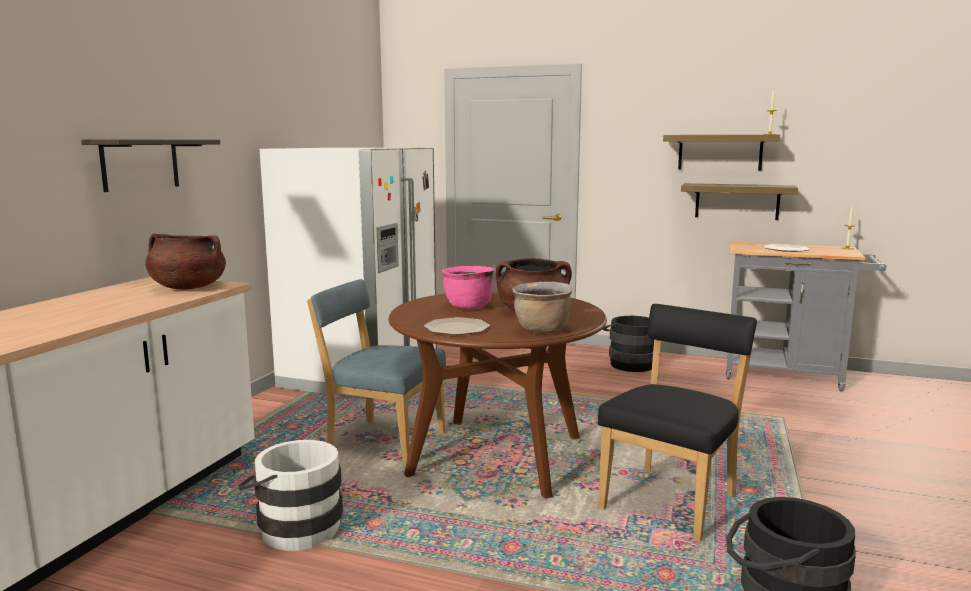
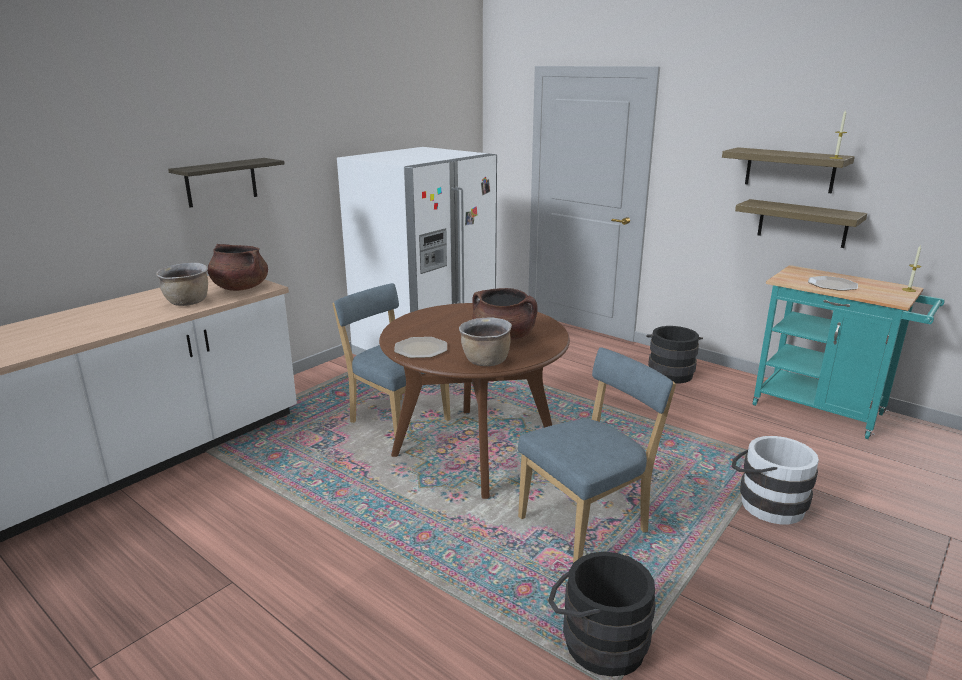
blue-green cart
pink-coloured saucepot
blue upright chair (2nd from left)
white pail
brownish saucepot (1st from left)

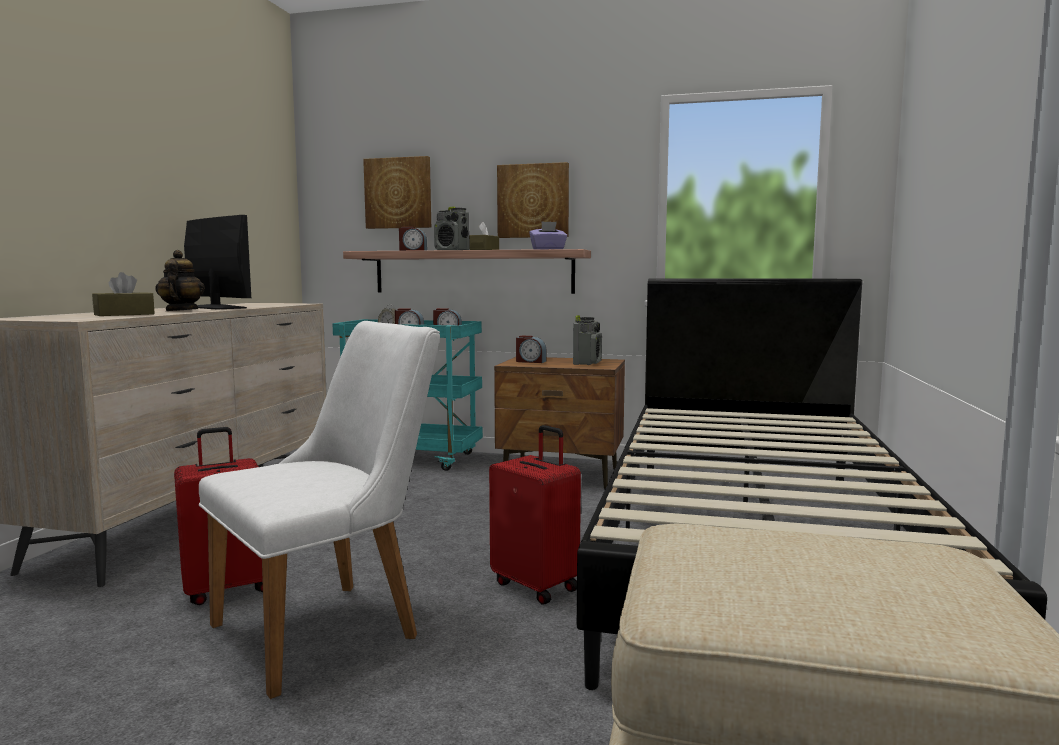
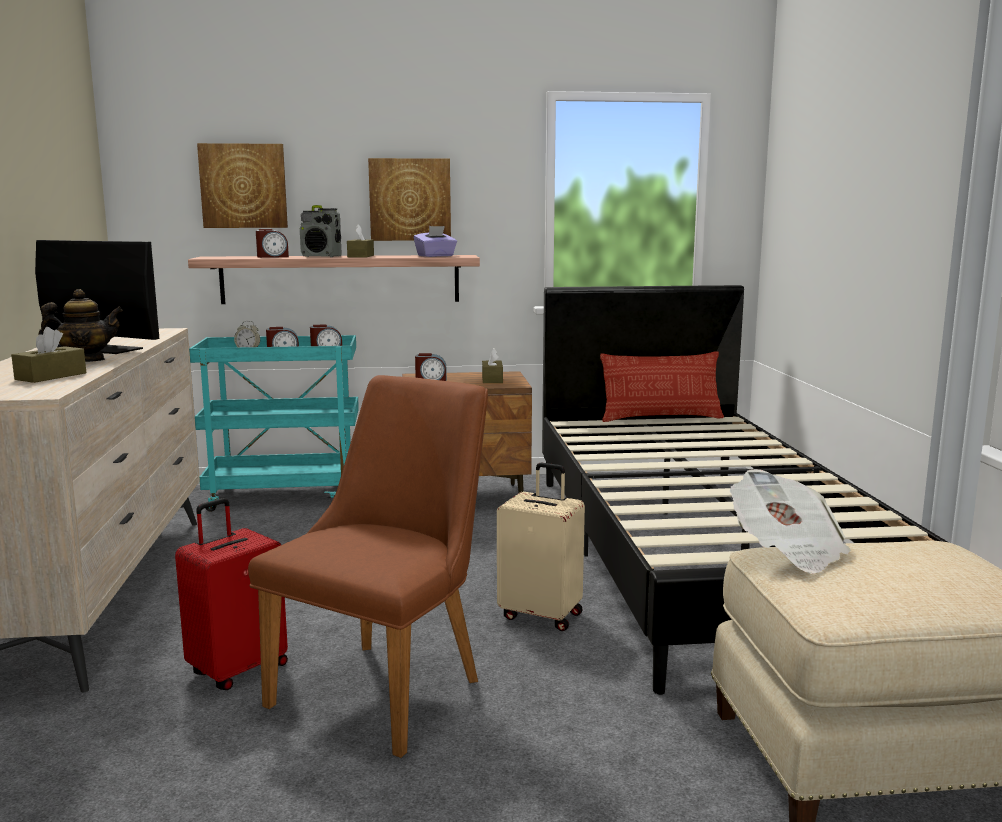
pot for tea
brownish tissue holder (3rd from left)
brownish upright chair
beige suitcase
cushion
newspaper

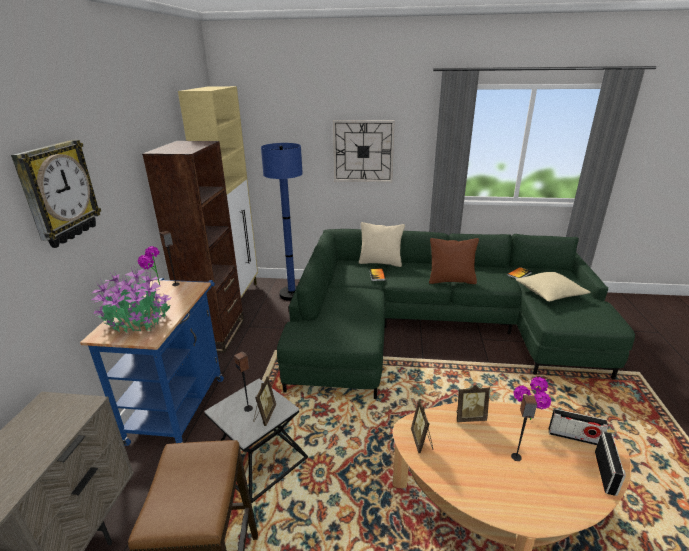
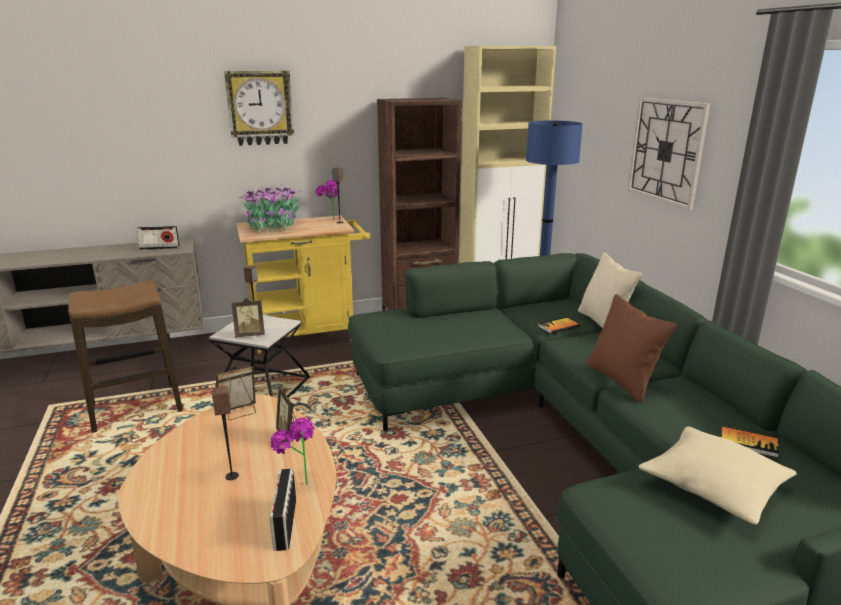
yellowish cart
radio set (1st from left)

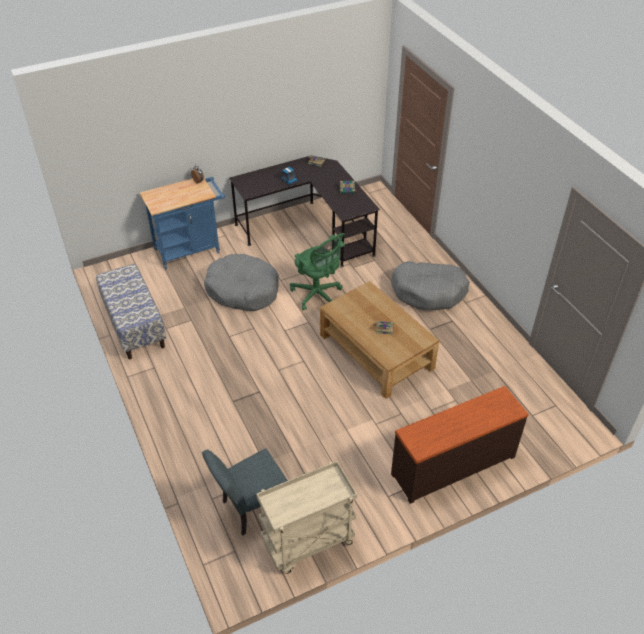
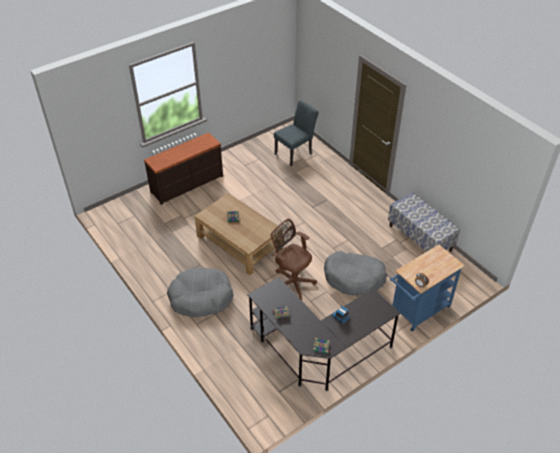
brownish computer chair
beige cart

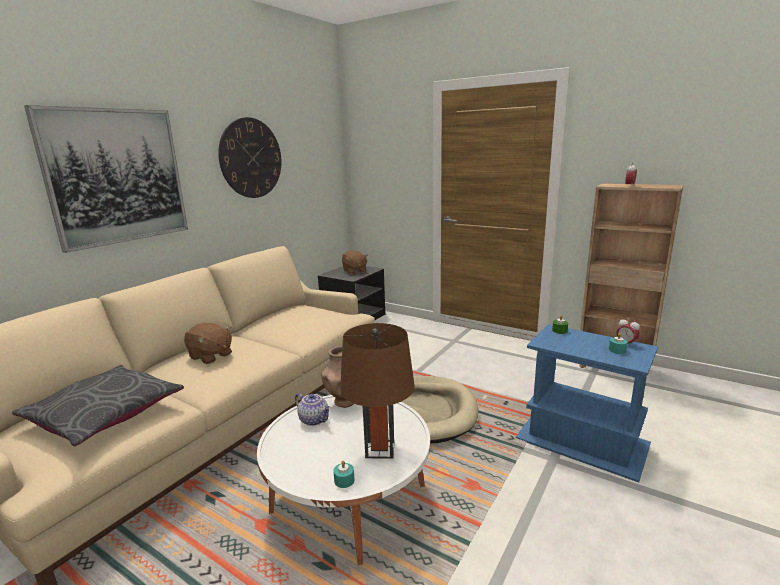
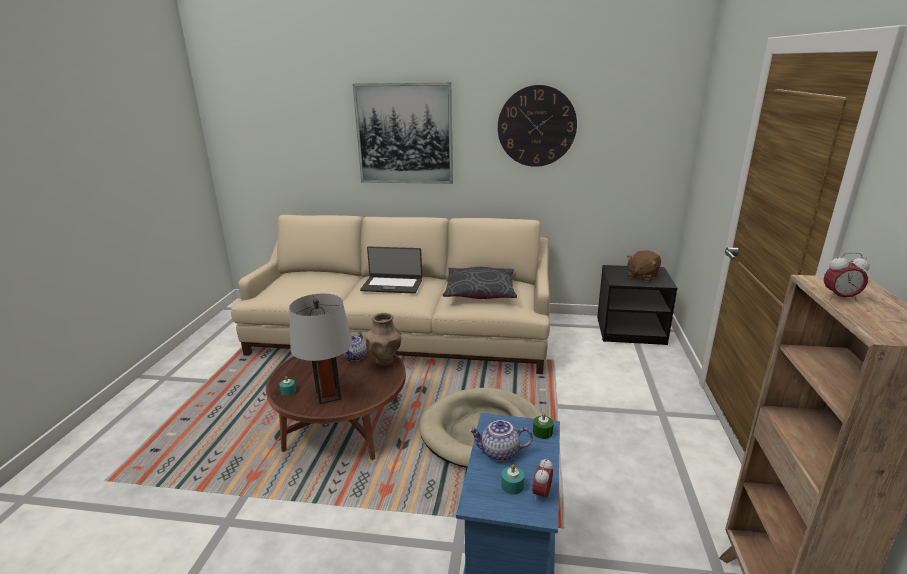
notebook computer
grey lamp for a table
grey cushion
brownish lounge table
pot for tea (2nd from left)

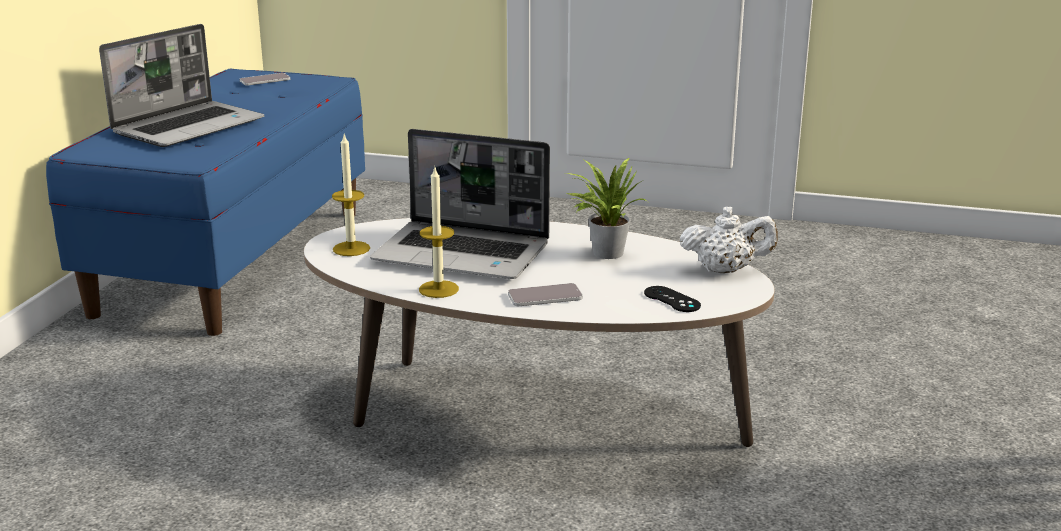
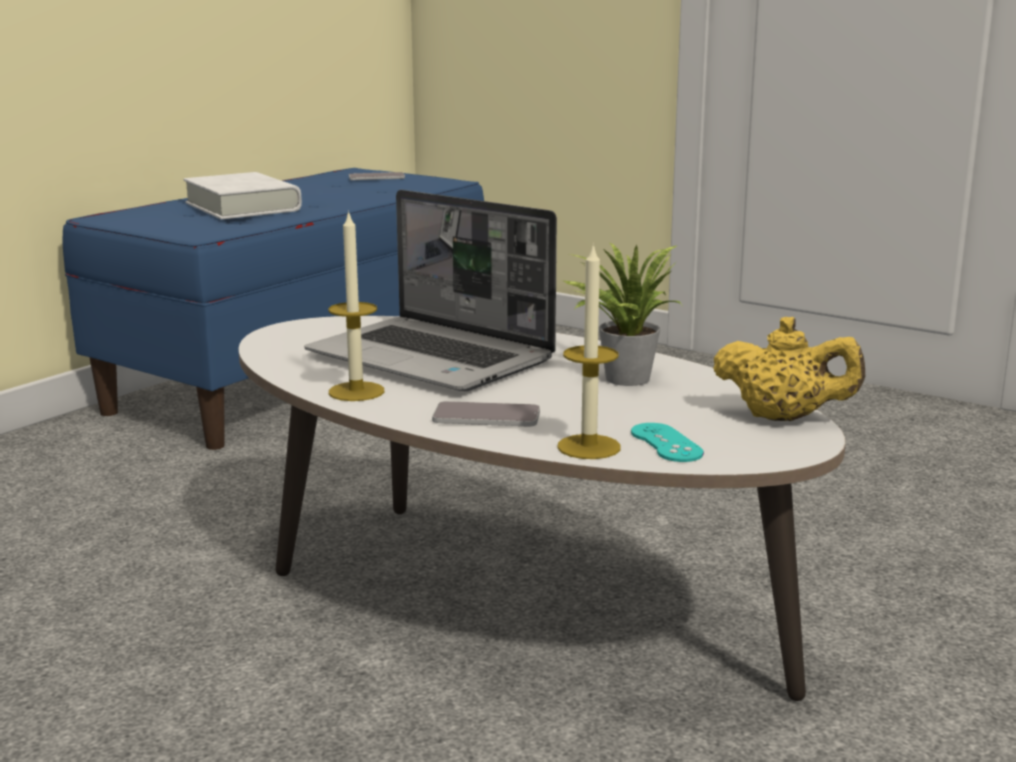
white bound book
candle (2nd from left)
yellowish pot for tea
blue-green game controller

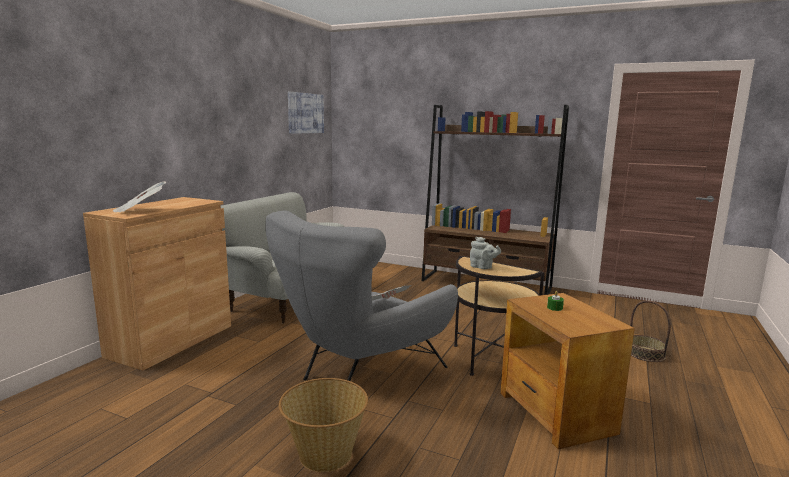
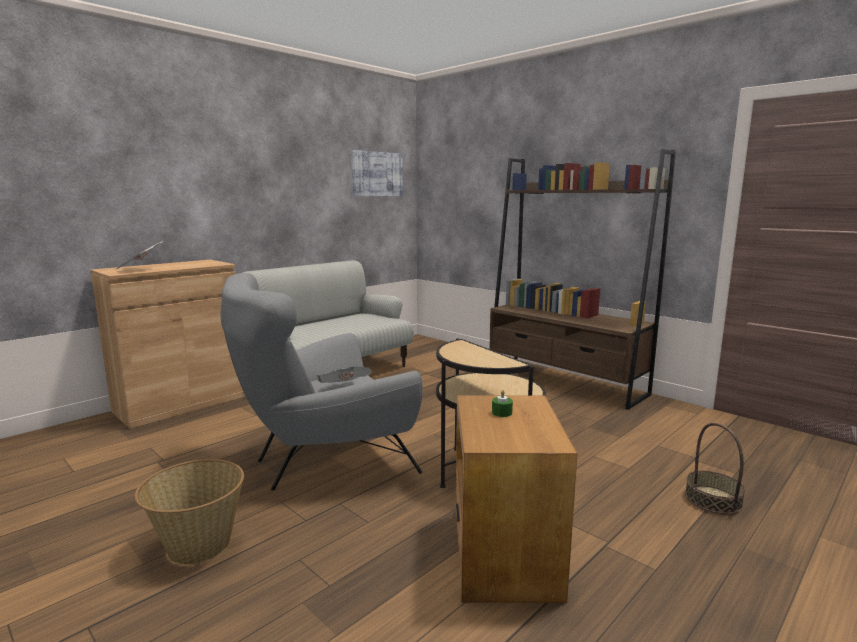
grey pot for tea

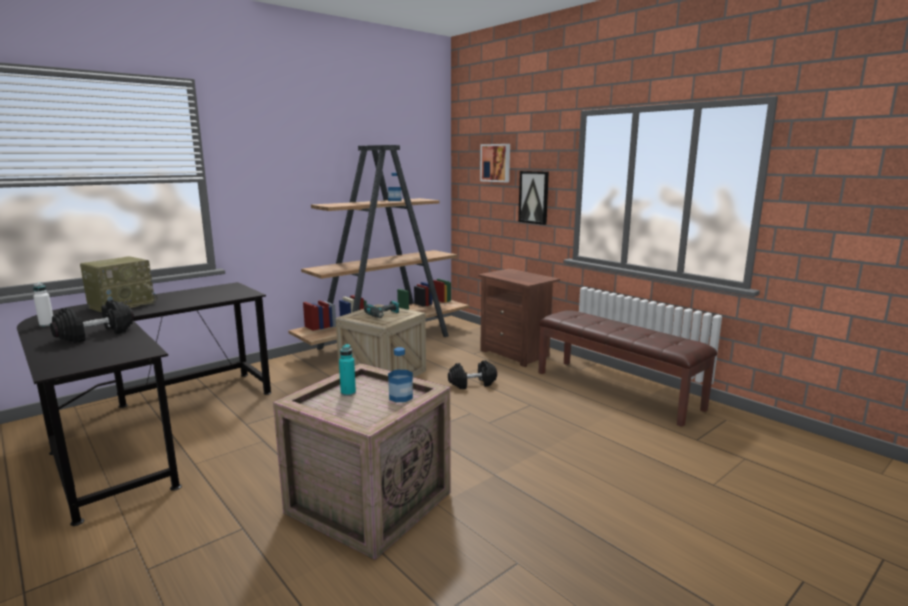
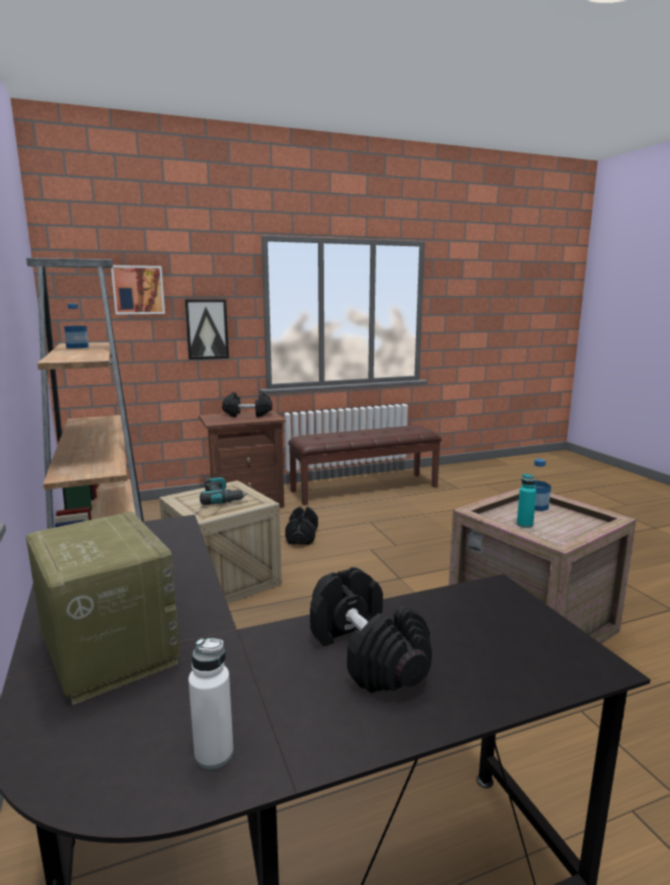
blackish dumbbell (1st from left)

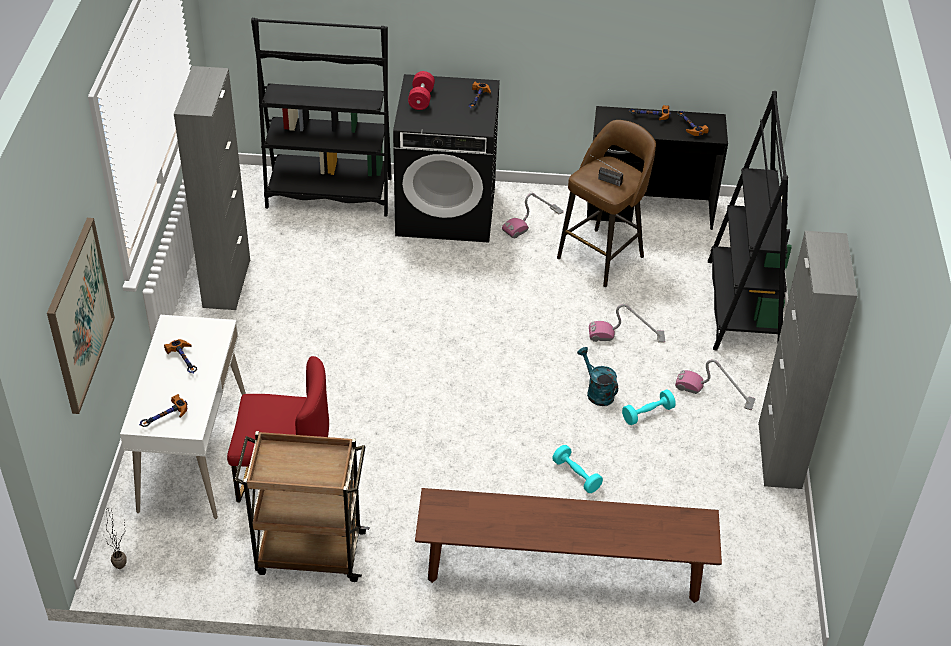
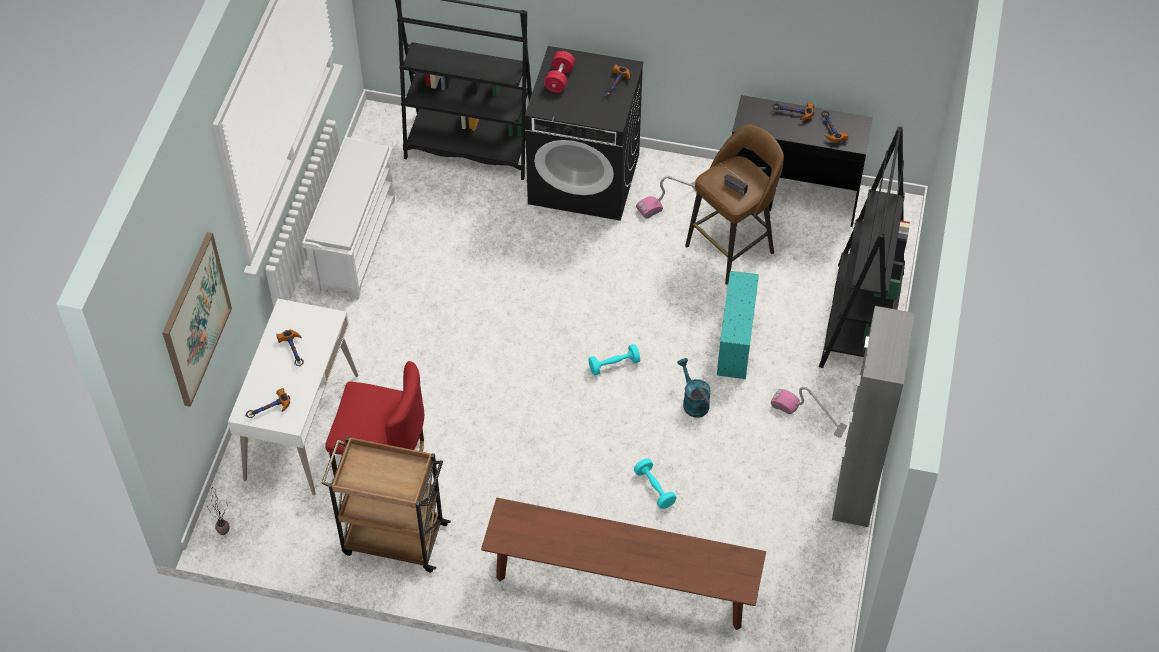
white shoe stand
blue-green storage box
blue-green dumbbell (1st from left)

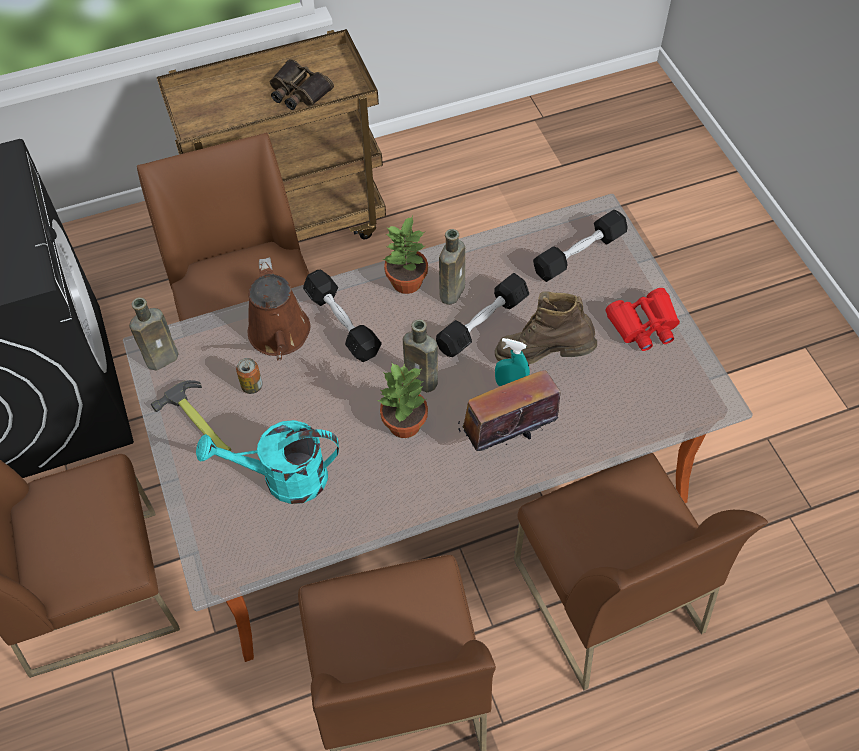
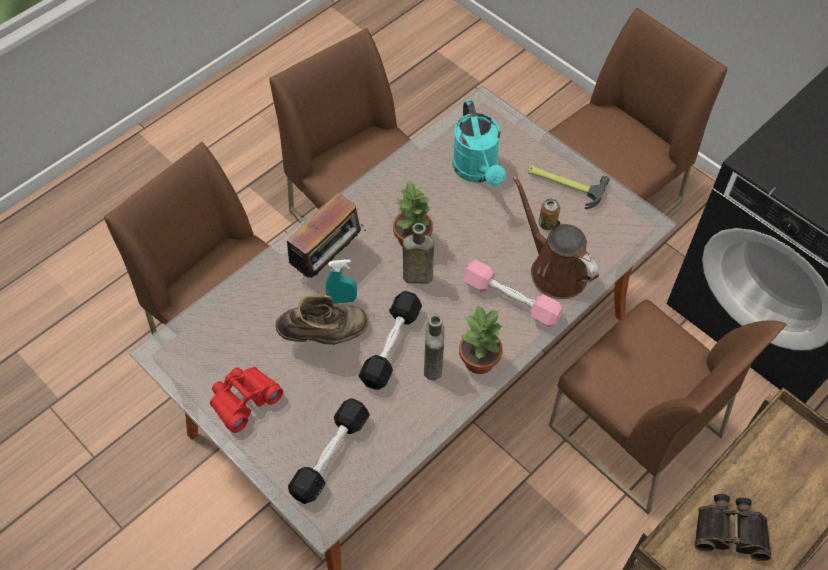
pink-coloured dumbbell
brownish drink bottle (1st from left in the first image)
blue-green watering pot

